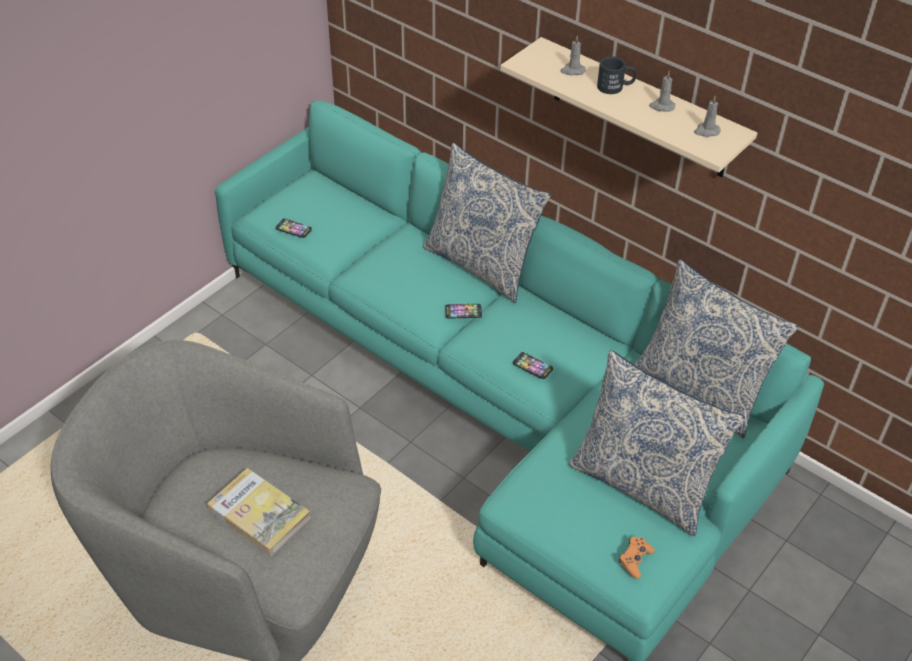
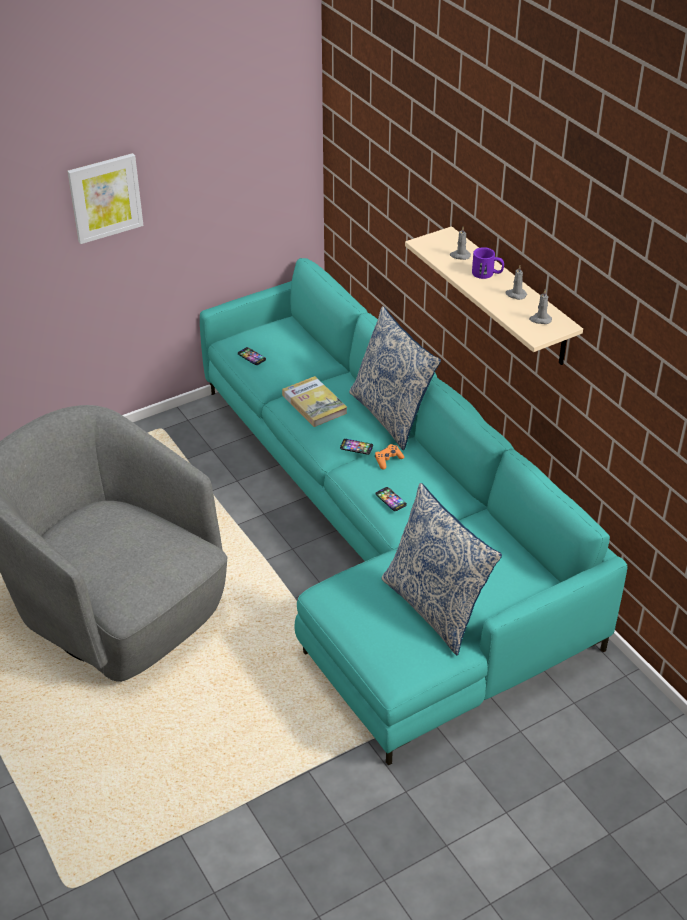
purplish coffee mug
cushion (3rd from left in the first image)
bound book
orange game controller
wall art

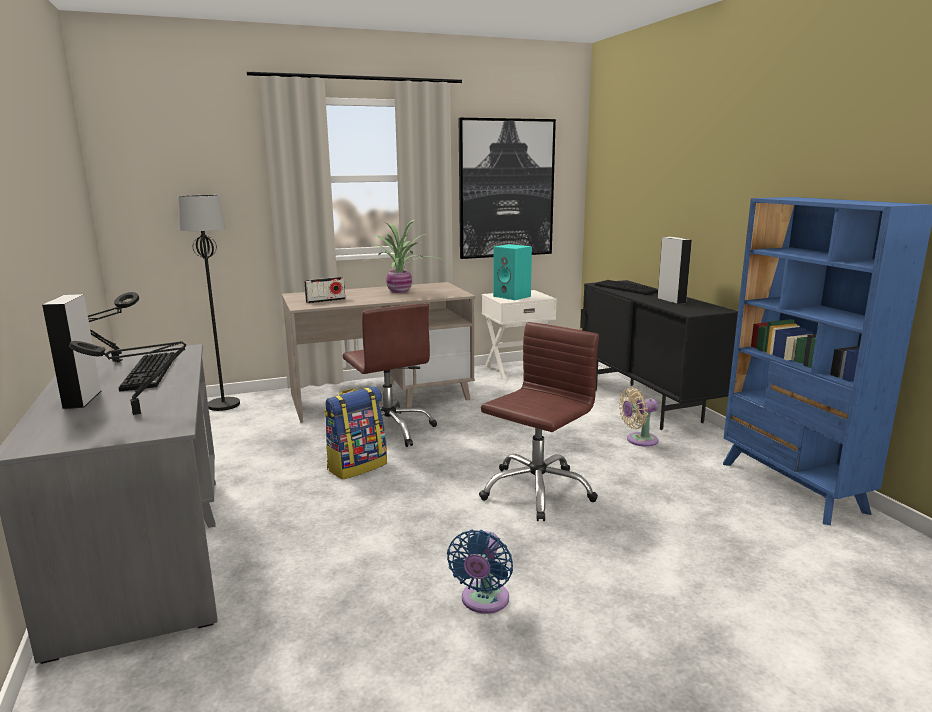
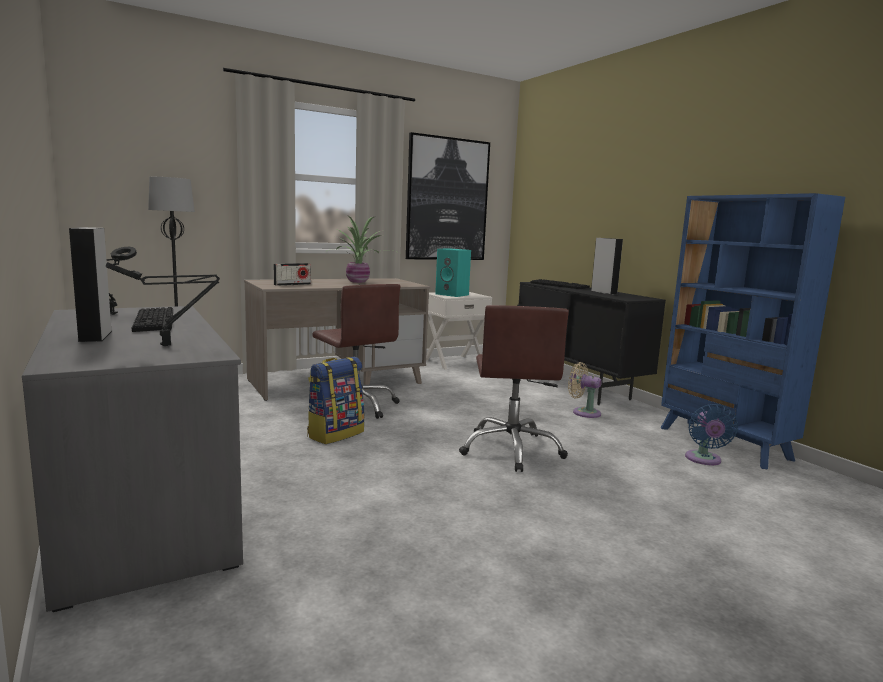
brownish computer chair (2nd from left)
beige fan
blue fan

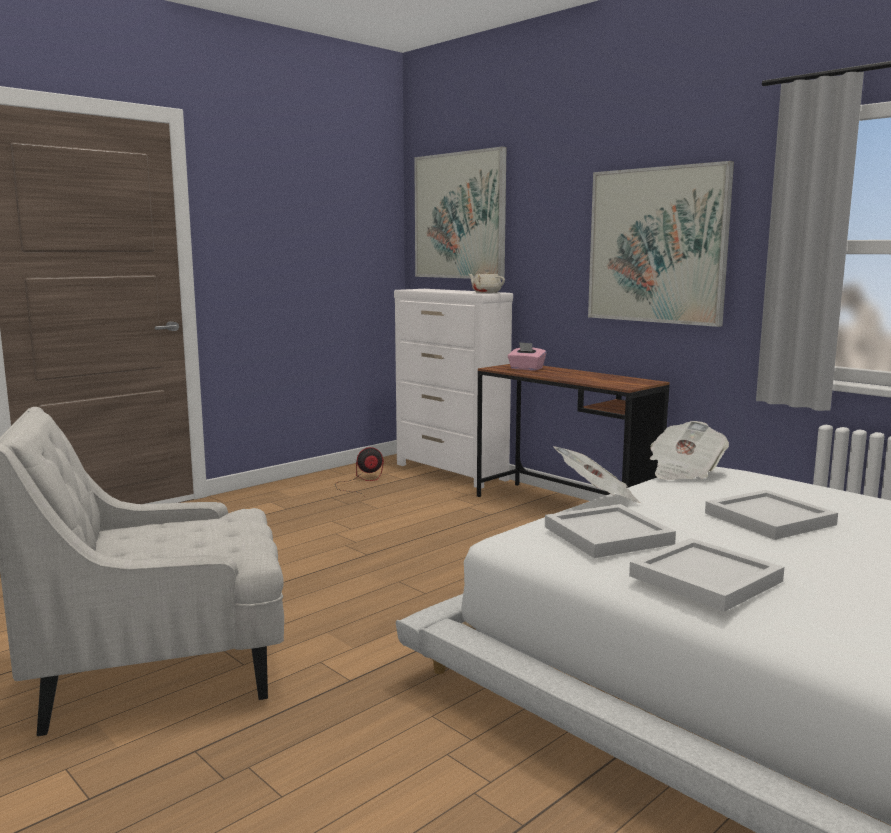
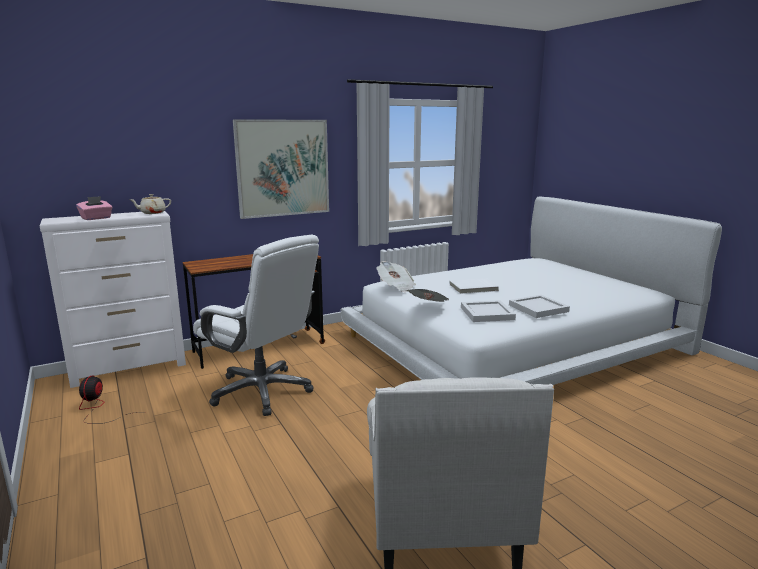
wall art (1st from left in the first image)
pink-coloured tissue holder
white bound book
white computer chair

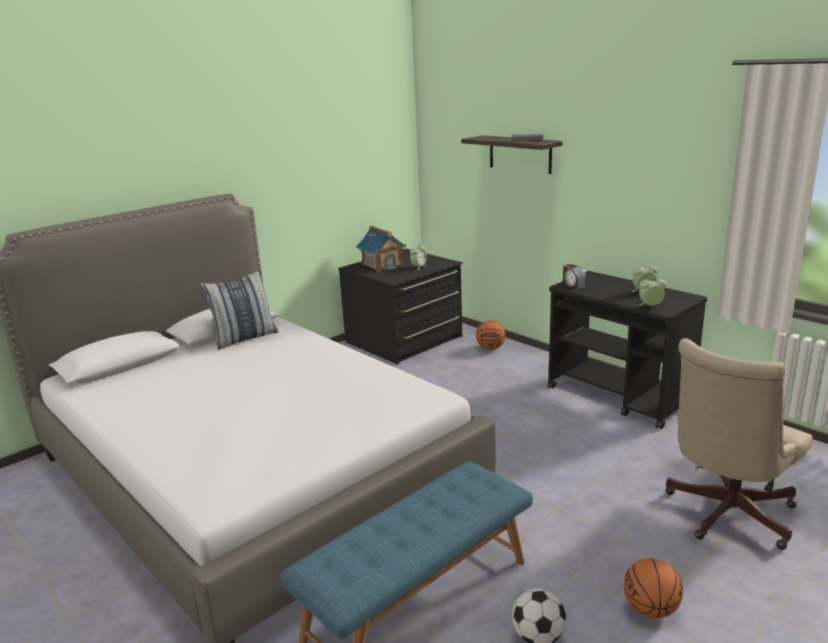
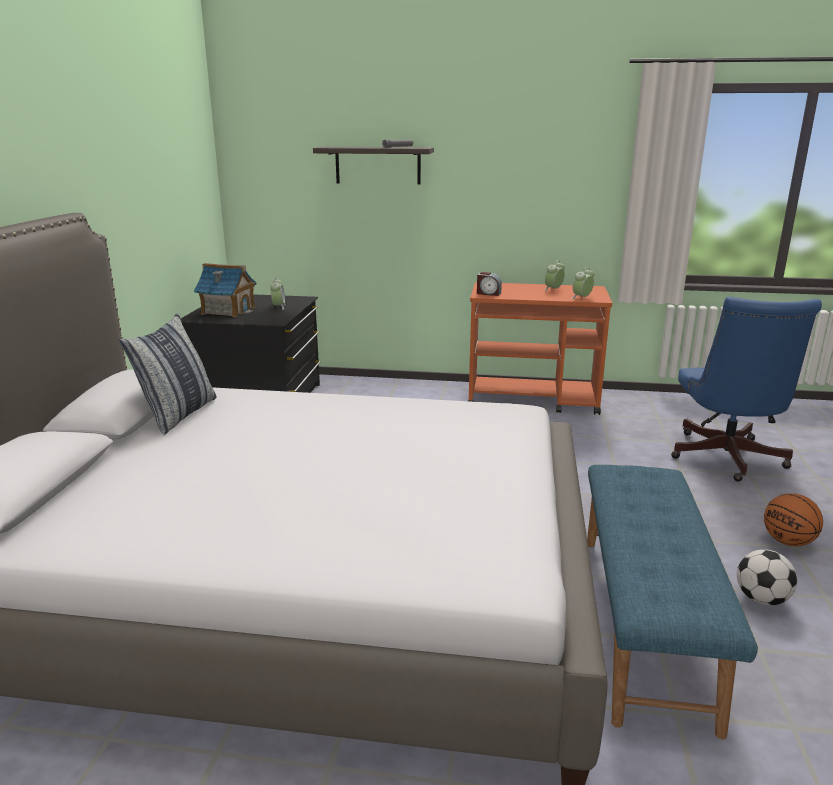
orange cart
basketball (1st from left in the first image)
blue computer chair

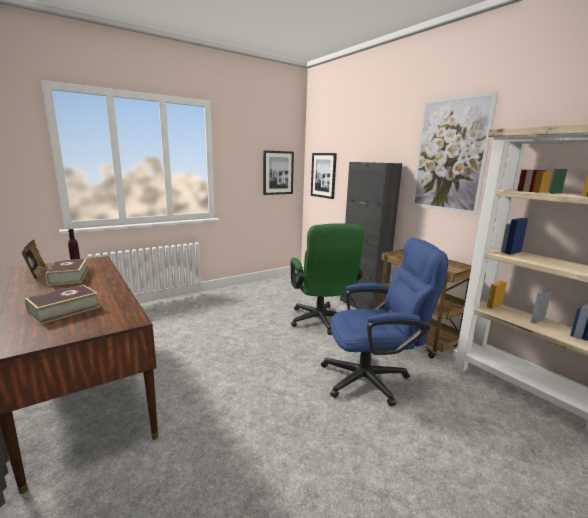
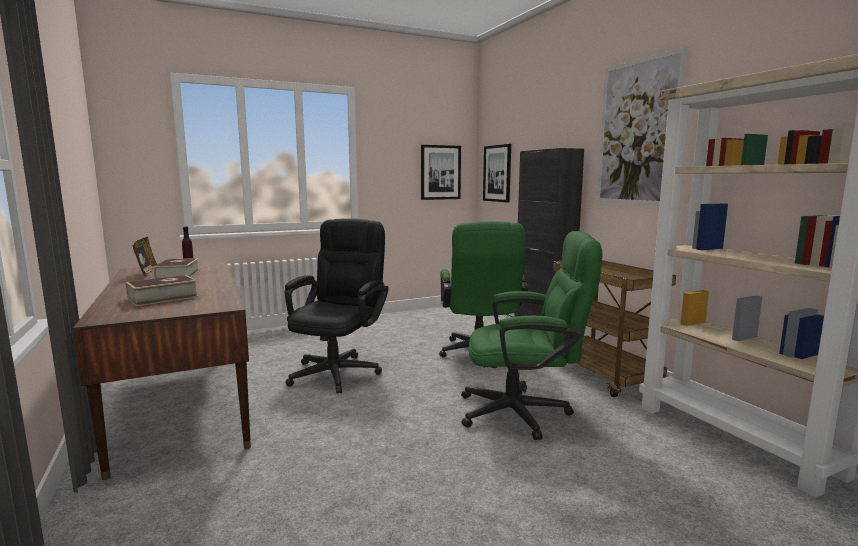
green-coloured computer chair (2nd from left)
blackish computer chair

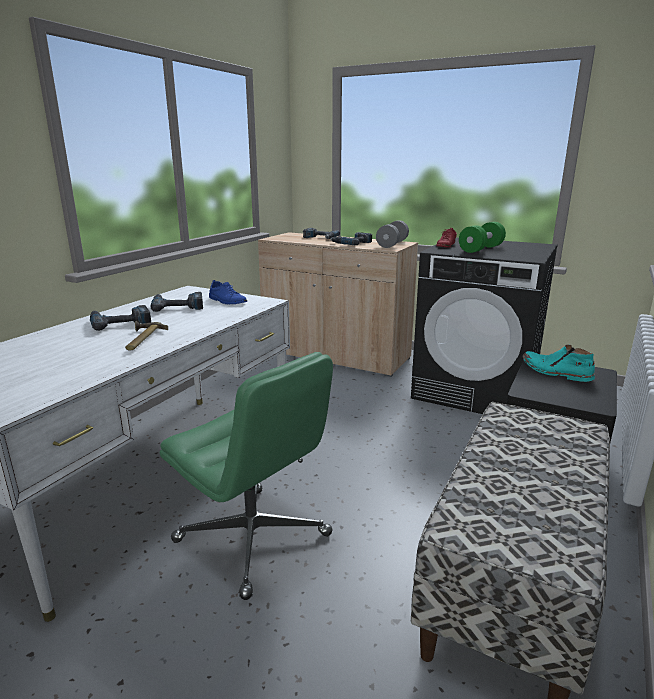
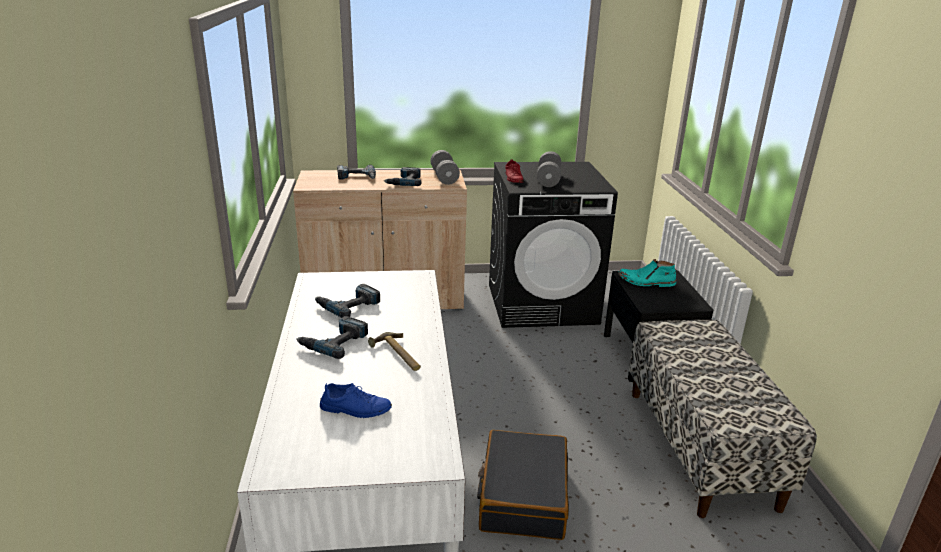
grey dumbbell (2nd from left)
blue shoe
blackish suitcase

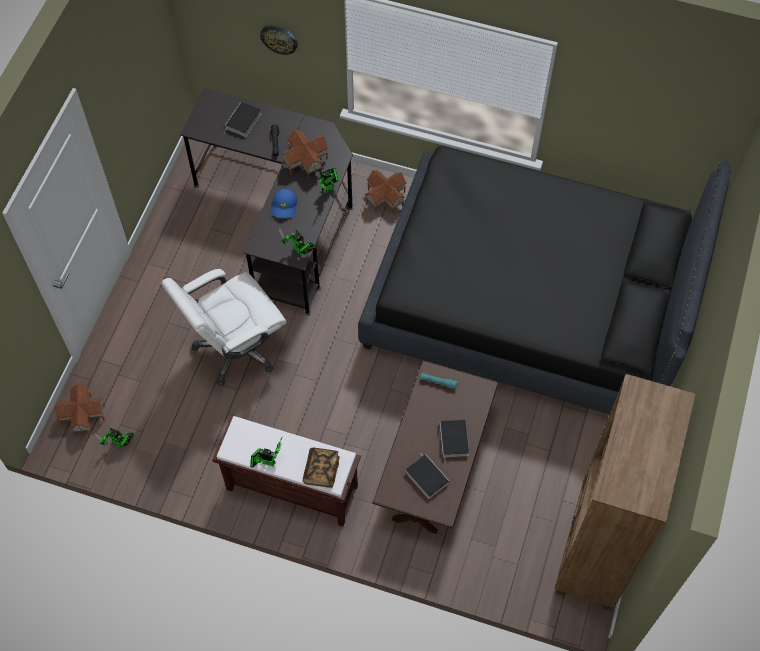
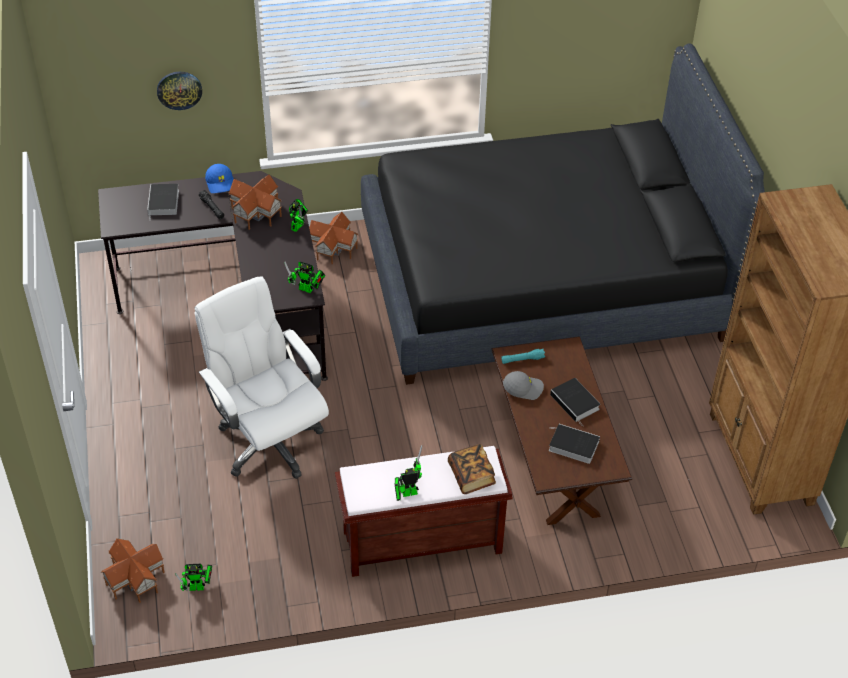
blue baseball cap
white computer chair
grey baseball cap

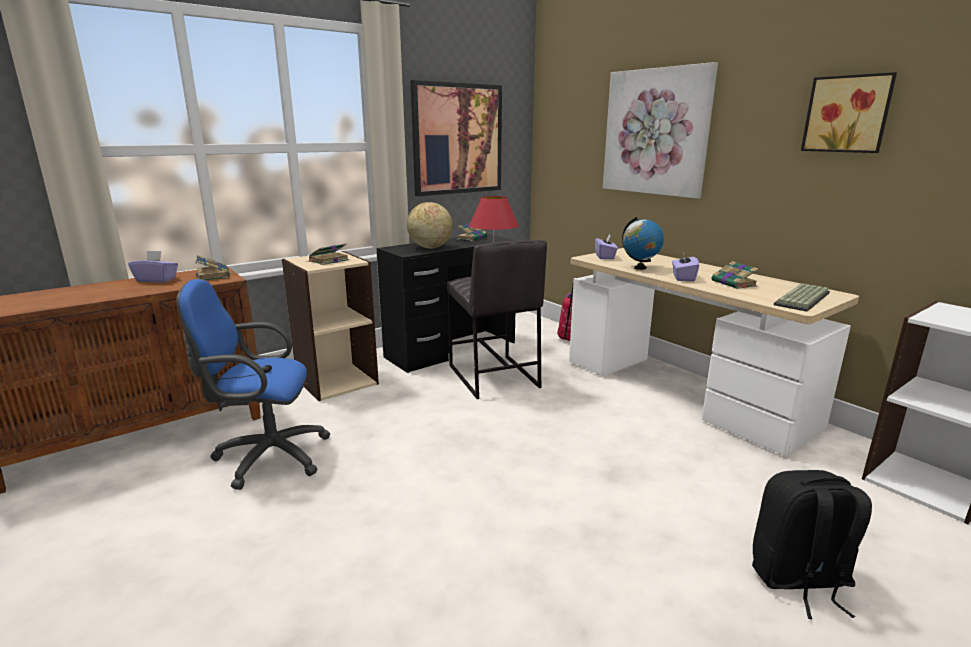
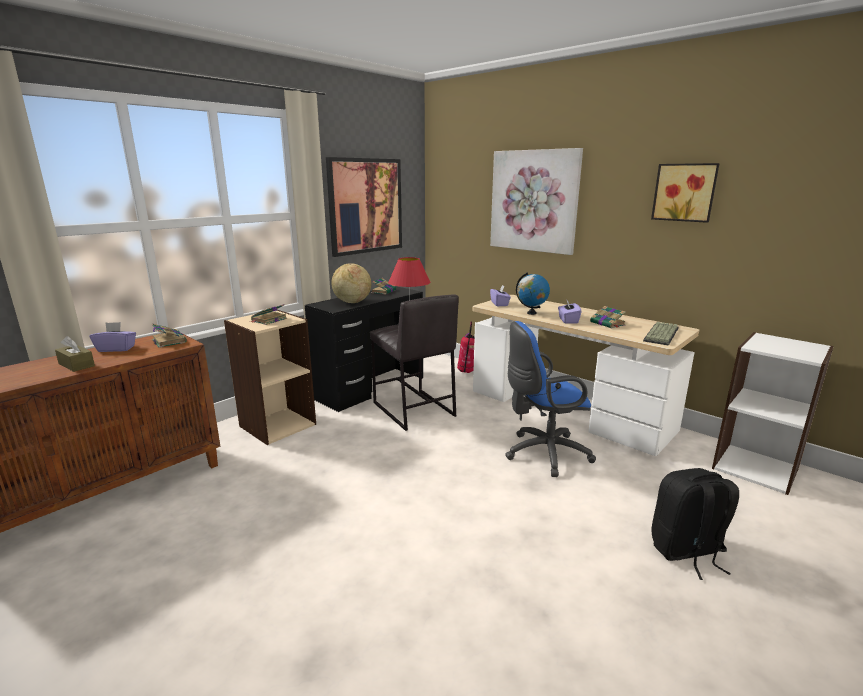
blue computer chair
brownish tissue holder

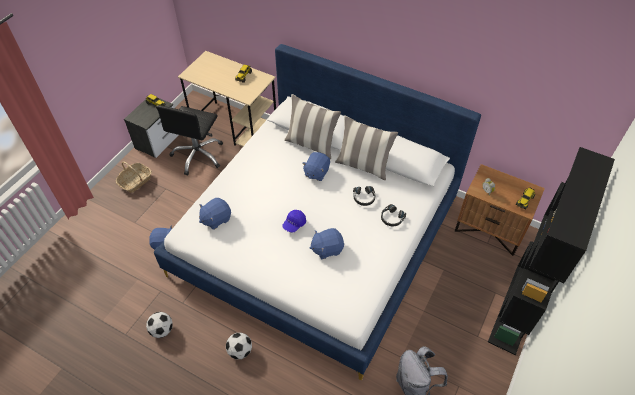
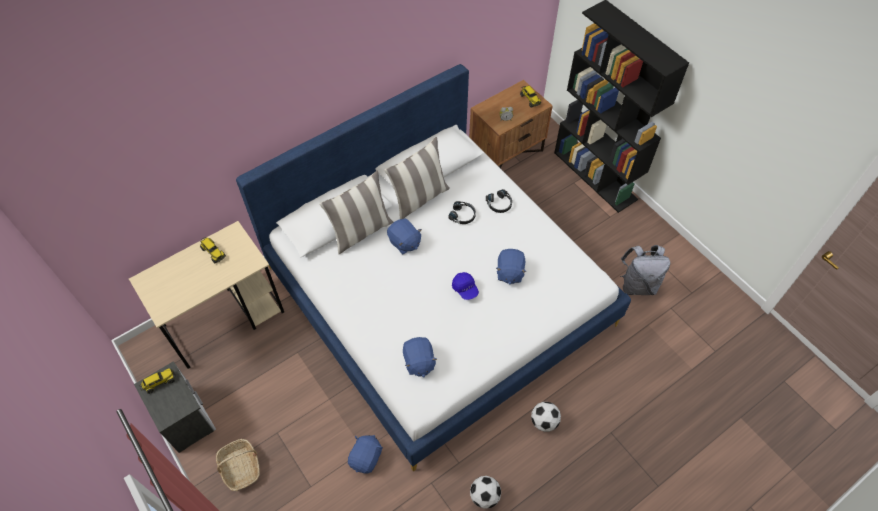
blackish computer chair

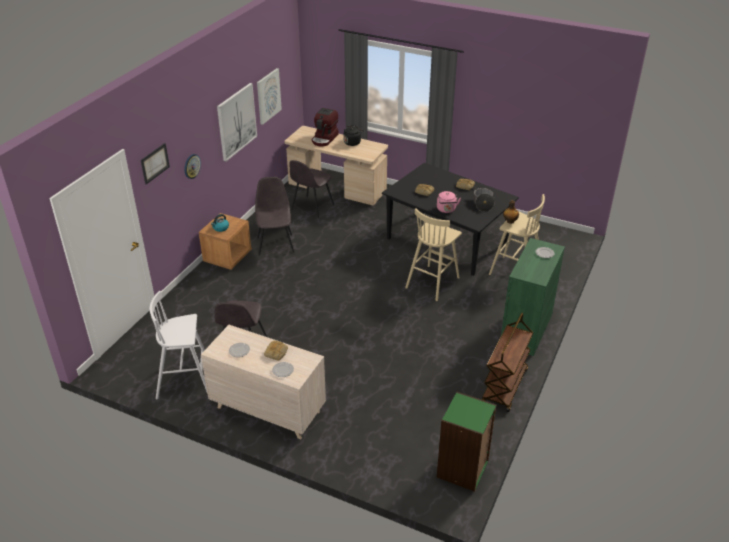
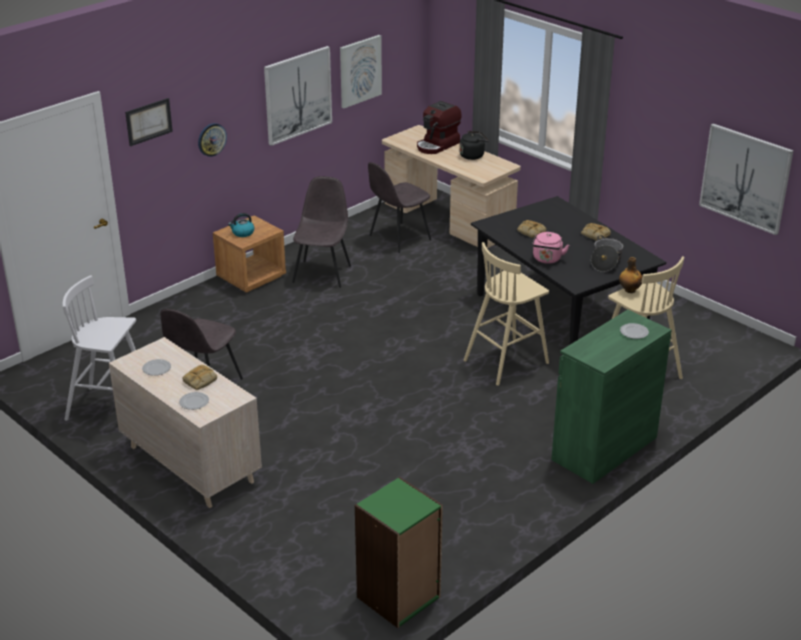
brownish cart
wall art (4th from left)

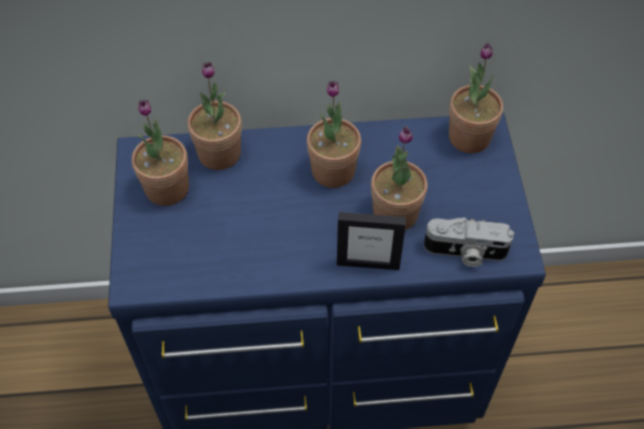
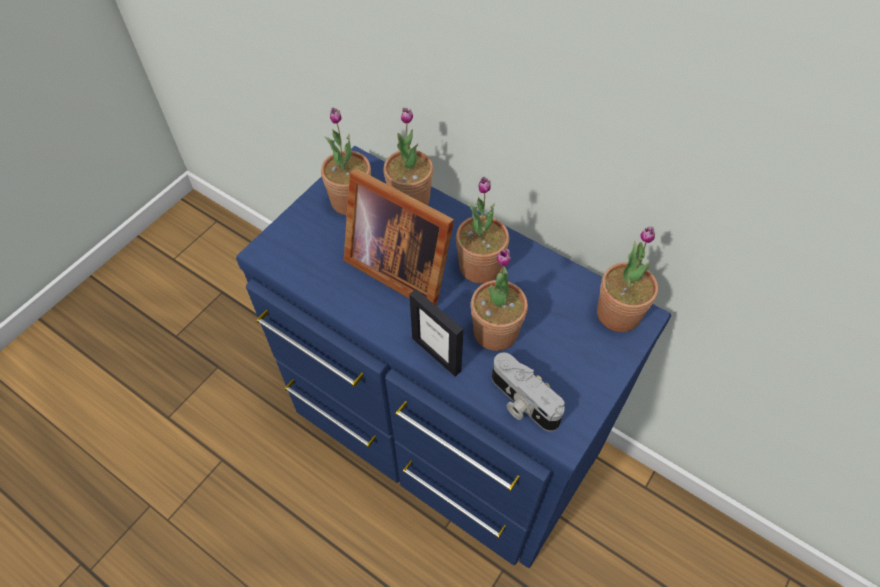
standing frame (1st from left)

